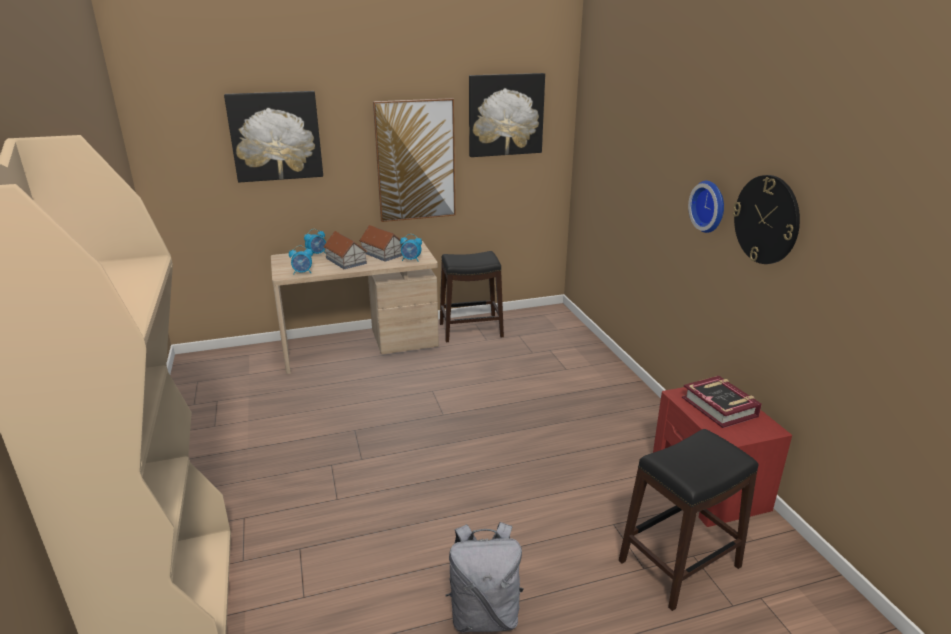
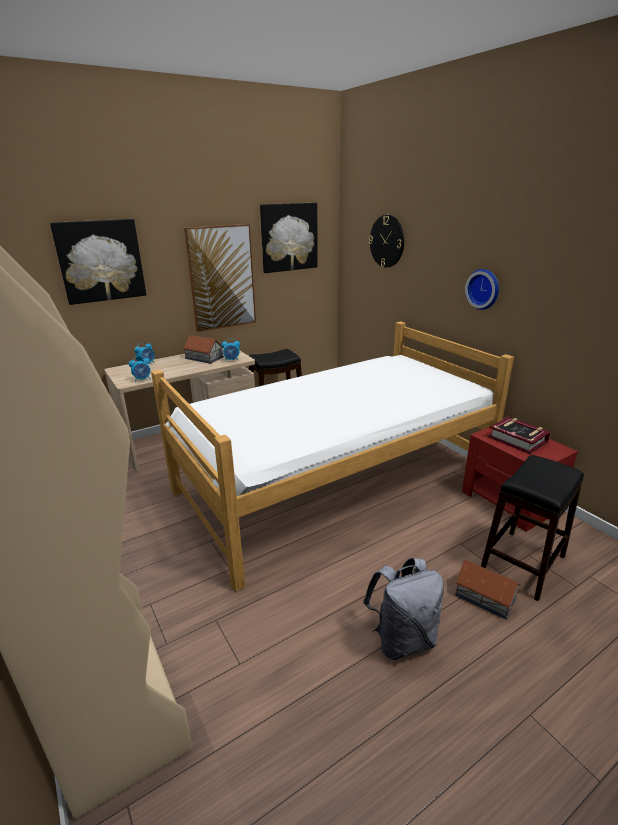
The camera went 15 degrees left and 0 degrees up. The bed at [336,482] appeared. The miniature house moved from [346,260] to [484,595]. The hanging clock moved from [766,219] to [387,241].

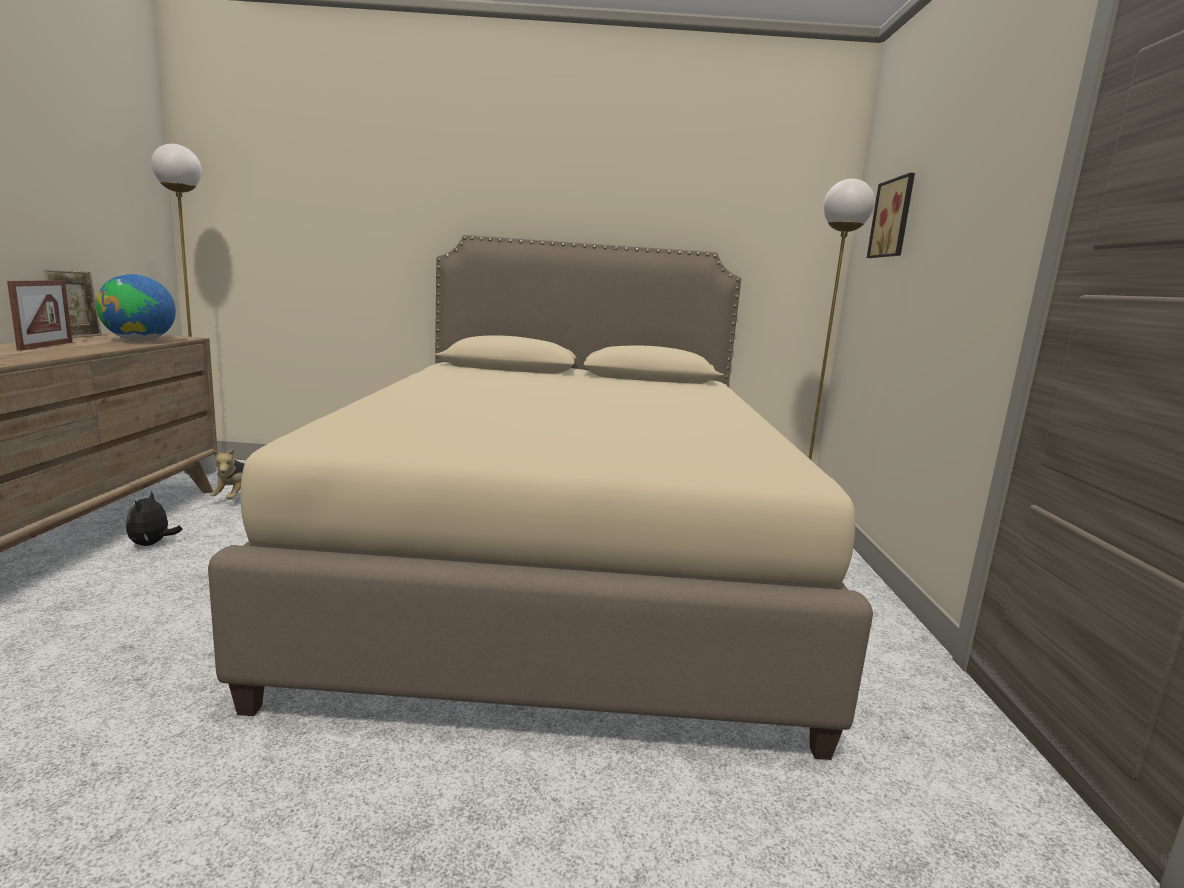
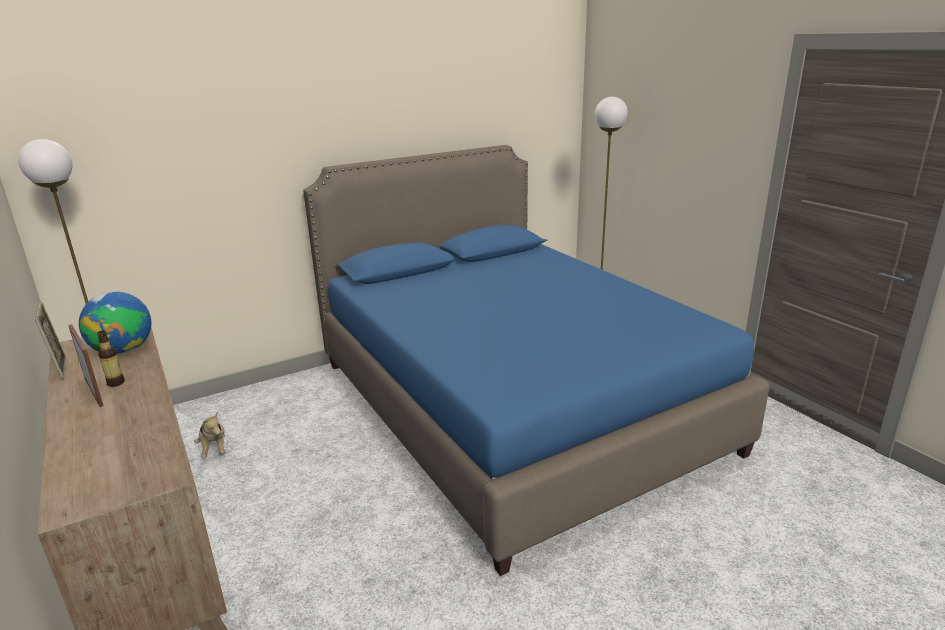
The camera went 30 degrees left and 10 degrees up. The cuddly toy at [152,544] disappeared. The wall picture at [894,218] disappeared. The bottle at [116,383] appeared. The bed/sand-coloured at [561,564] became the bed/blue-coloured at [512,405].

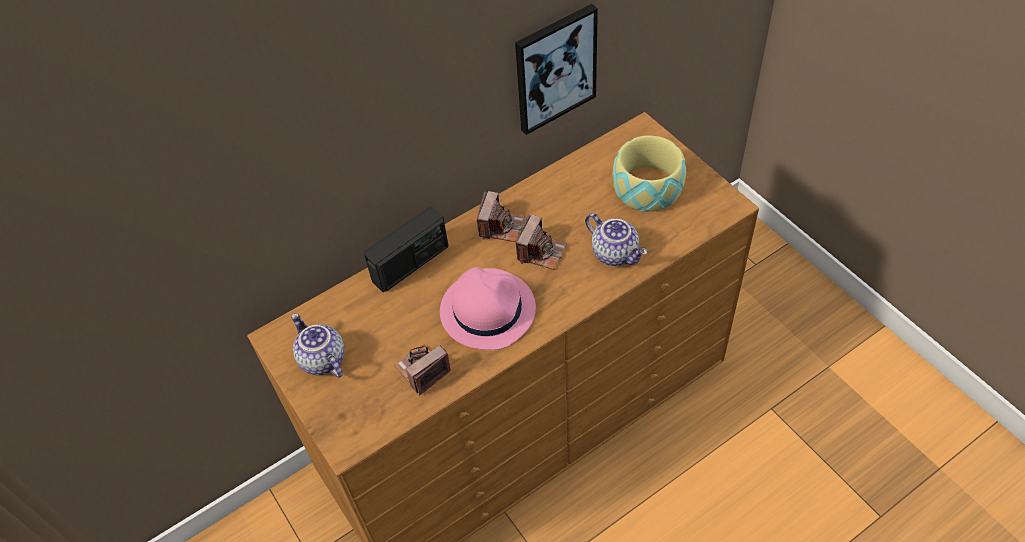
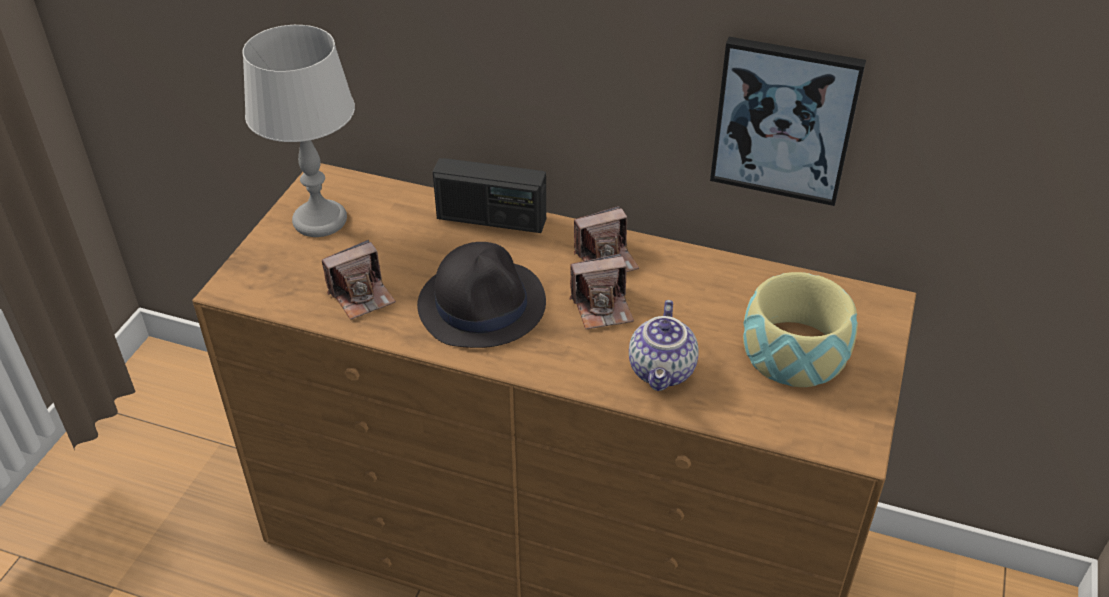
The camera went 50 degrees right and 10 degrees down. The teapot at [321,360] was replaced by the table lamp/gray at [319,220]. The wearable hat/pinkish at [487,309] became the wearable hat/blackish at [482,304]. The photo camera at [422,370] turned 135 degrees clockwise.

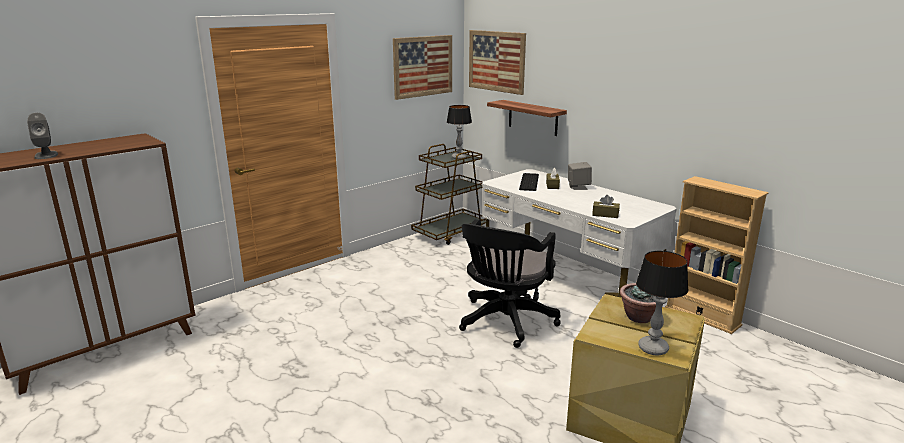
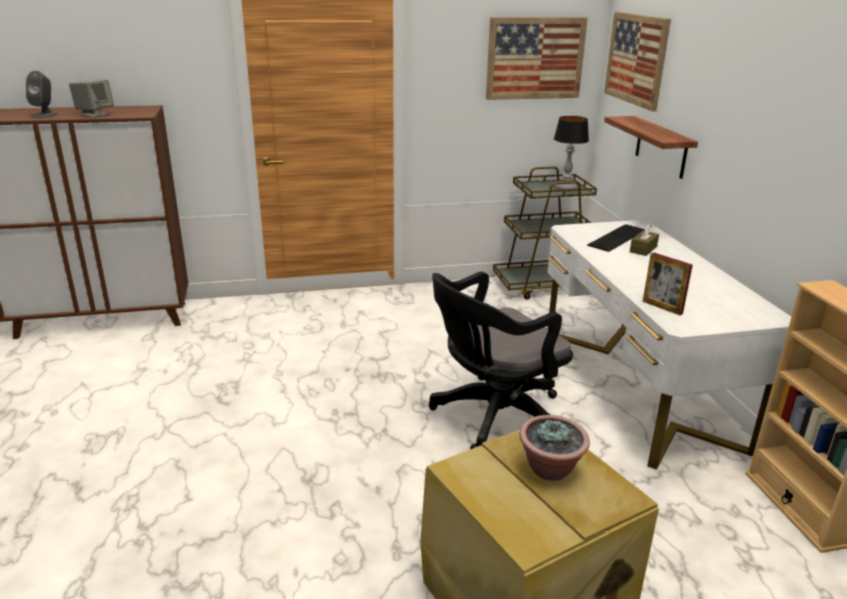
The camera went 30 degrees right and 5 degrees up. The table lamp at [652,348] disappeared. The speaker/gray moved from [578,187] to [95,114]. The box of tissues/brownish at [605,214] was replaced by the picture frame at [662,307].

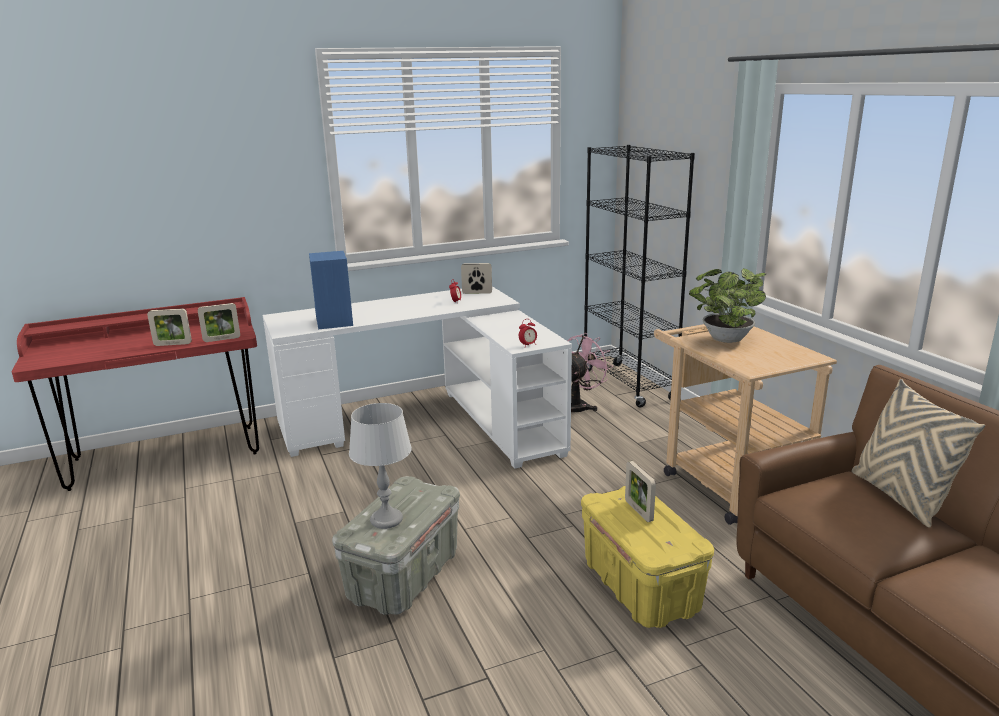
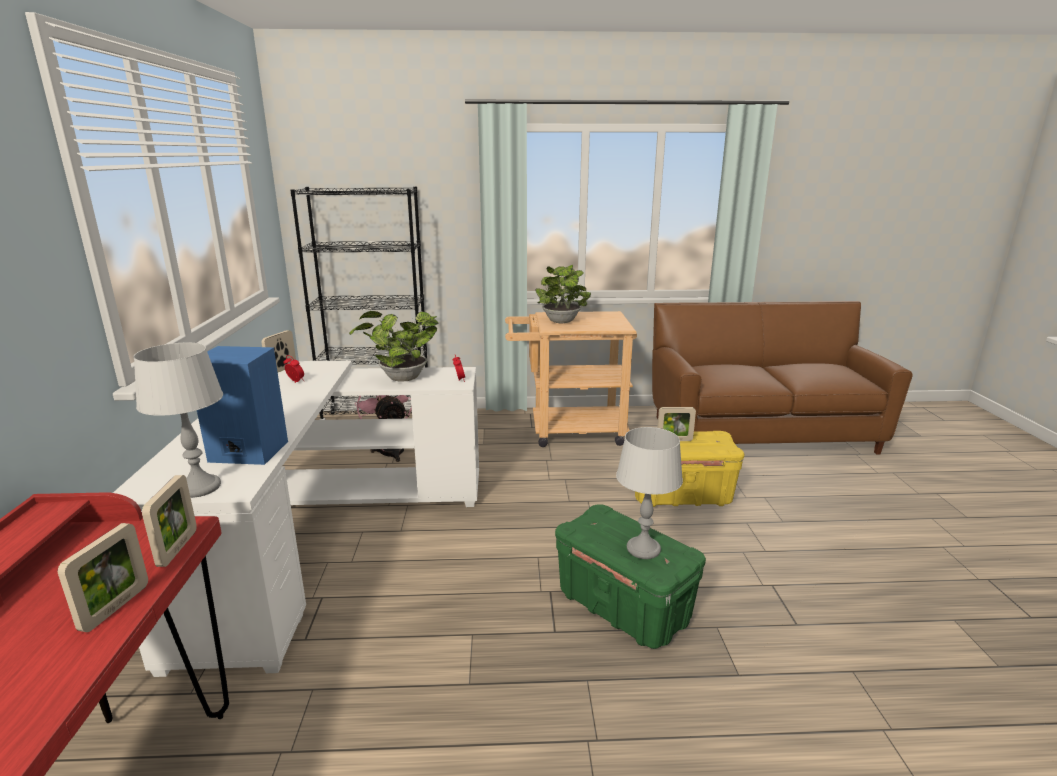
The camera went 70 degrees left and 0 degrees up. The cushion/sand-coloured at [900,497] disappeared. The table lamp/gray at [200,487] appeared. The houseplant at [400,379] appeared. The storage box/gray at [404,575] became the storage box/greenish at [622,607].

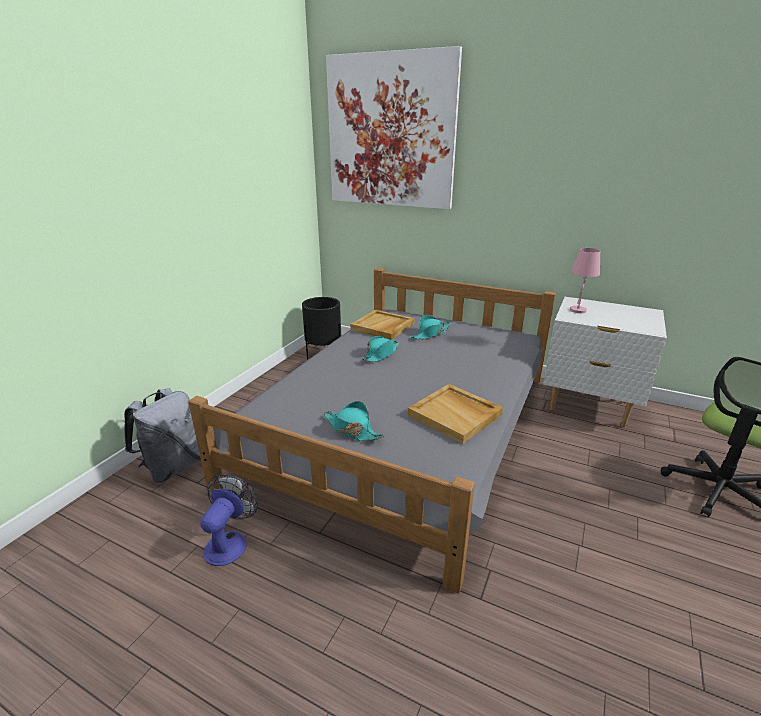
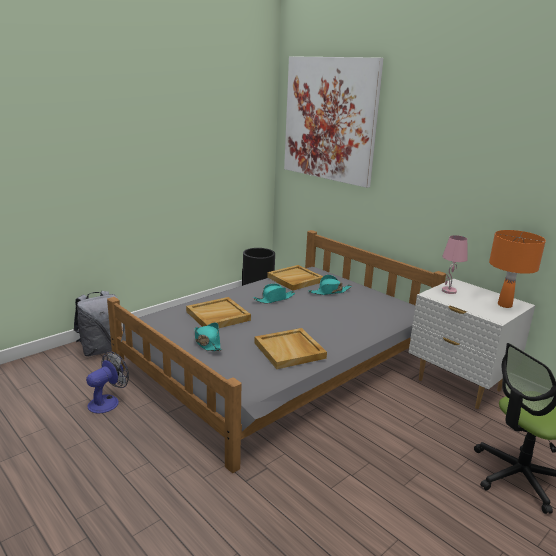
The camera went 20 degrees right and 5 degrees down. The carrying tray/sand-coloured at [218,316] appeared. The table lamp/orangey at [504,305] appeared.

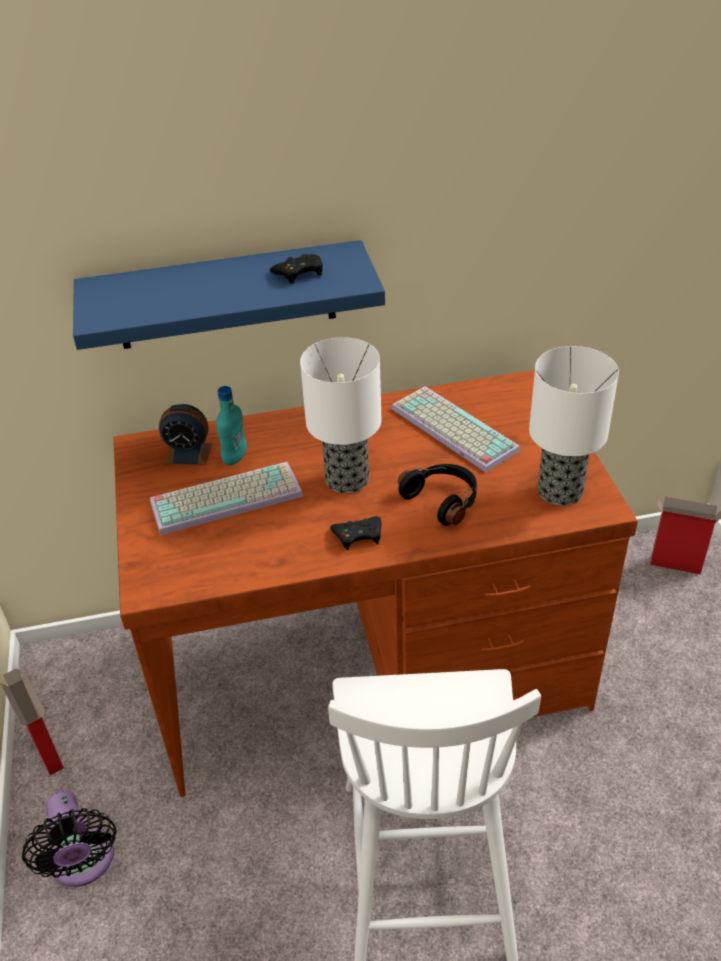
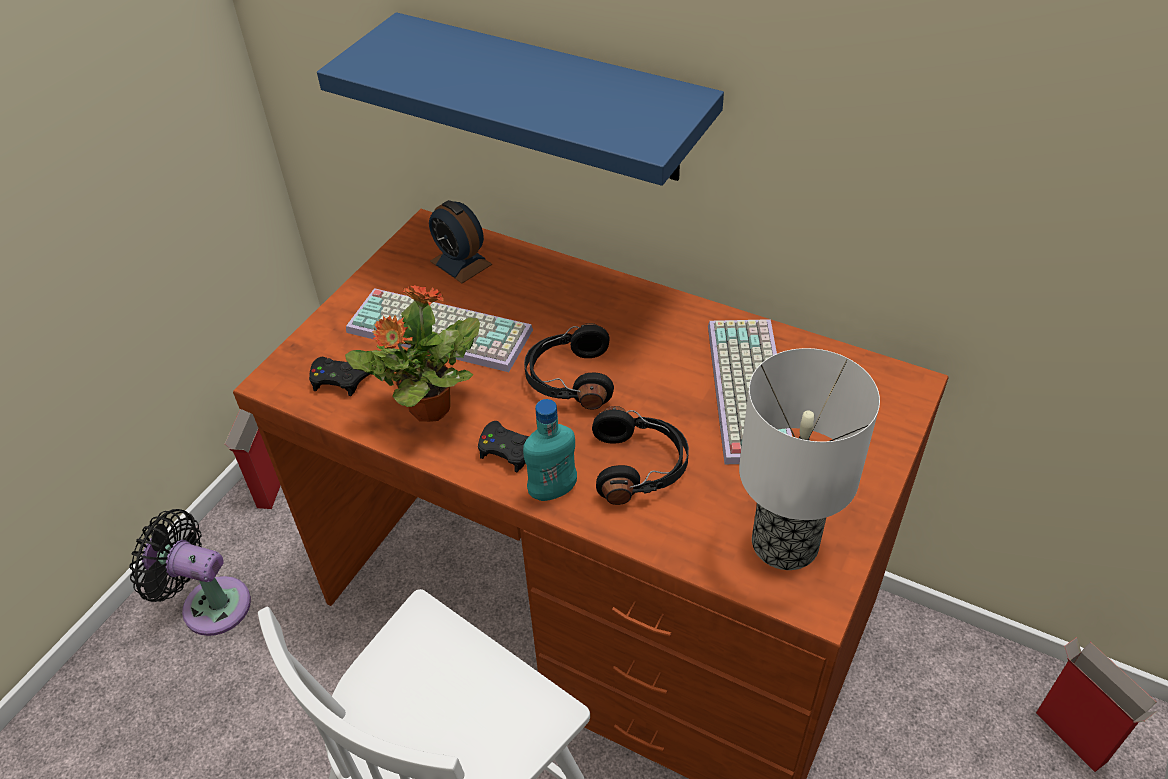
The camera went 40 degrees right and 5 degrees up. The houseplant at [428,409] appeared. The bottle/turquoise moved from [235,458] to [552,490]. The game controller/blackish moved from [299,273] to [341,379]. The table lamp at [345,479] was replaced by the headphones/blackish at [569,379]. The electric fan/blackish at [83,863] turned 90 degrees clockwise.

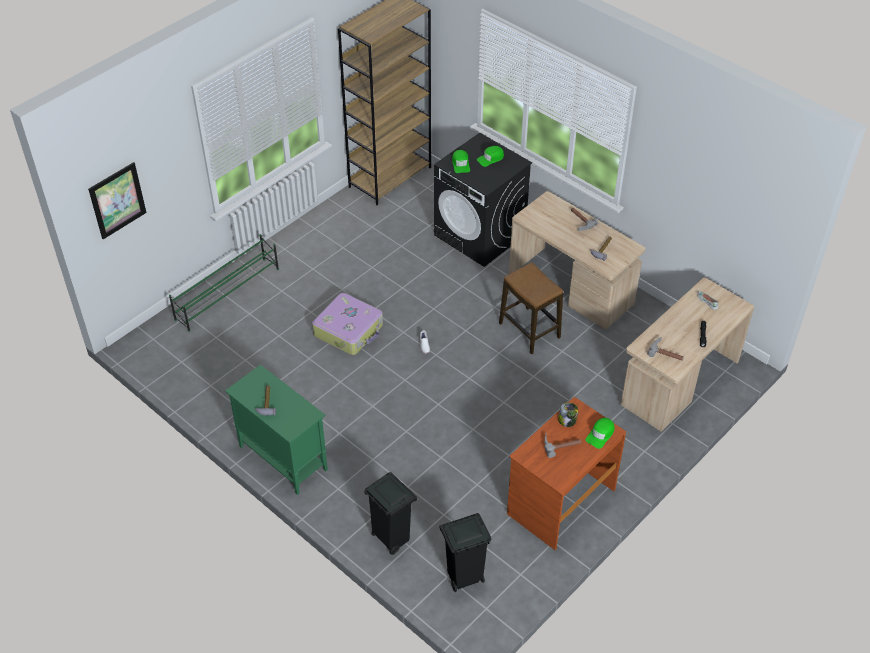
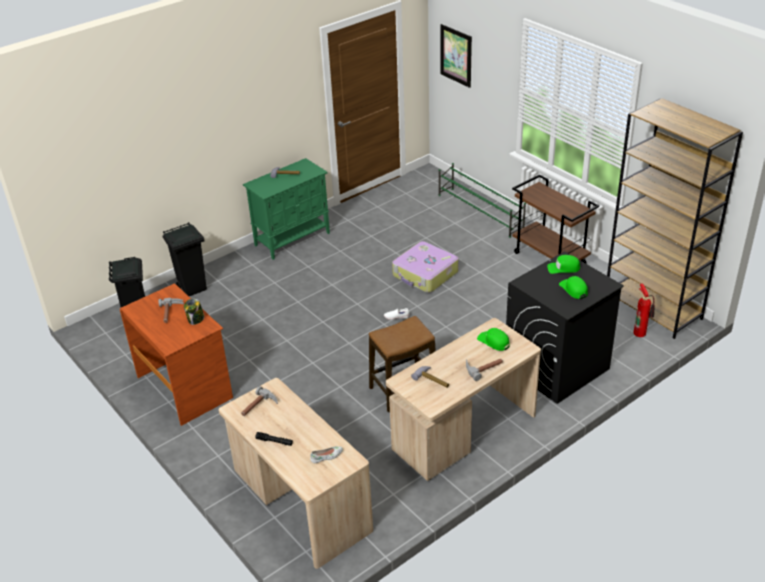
The camera went 100 degrees right and 10 degrees down. The wheeled cart/brownish at [550,258] appeared. The fire extinguisher at [640,332] appeared. The cap/greenish moved from [600,434] to [493,341].

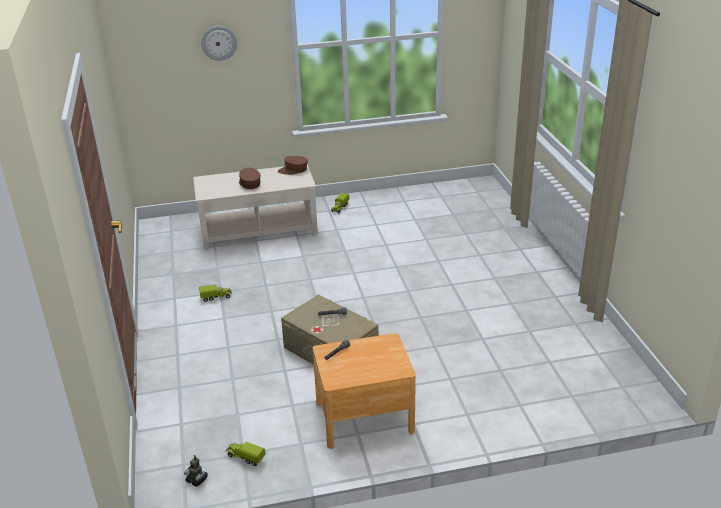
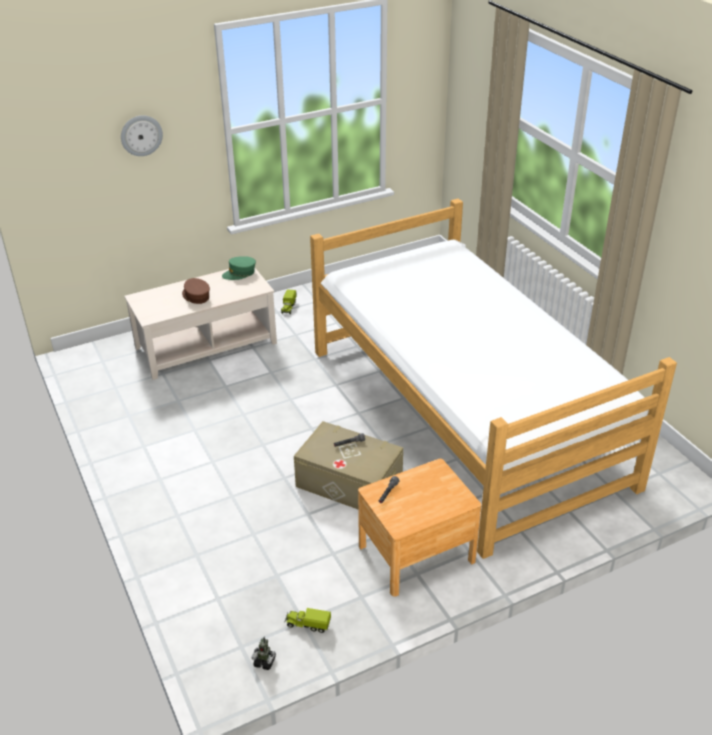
The camera went 15 degrees left and 5 degrees up. The model truck at [216,297] disappeared. The bed at [464,416] appeared. The cap/brownish at [293,170] became the cap/greenish at [239,273].

